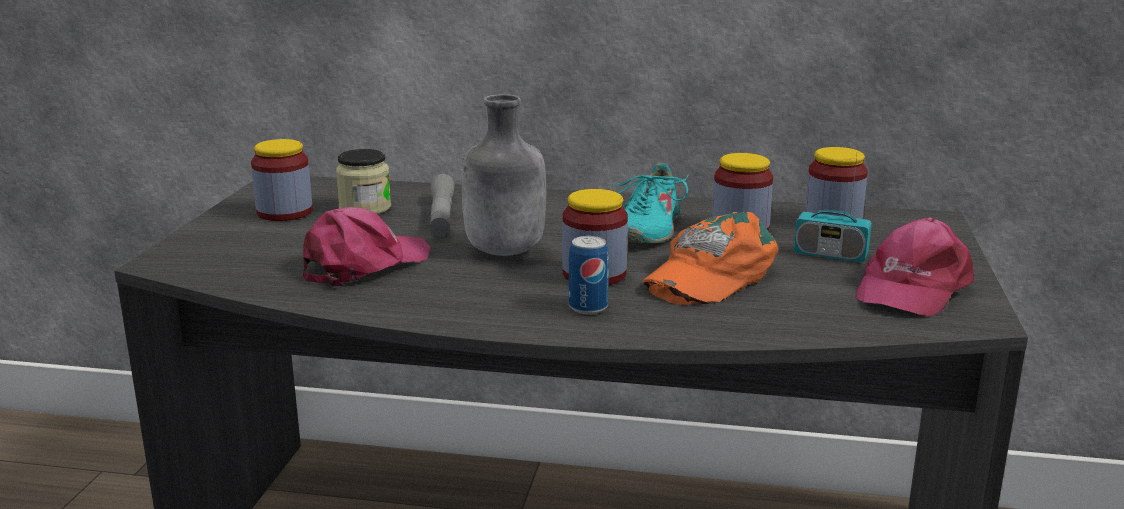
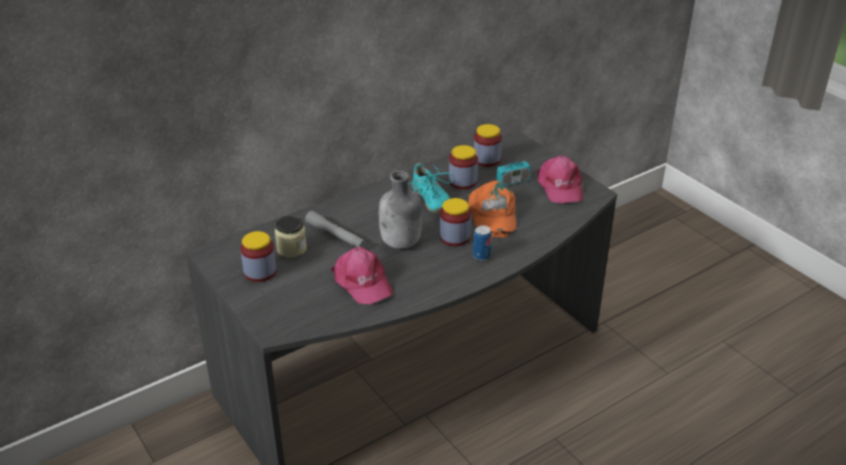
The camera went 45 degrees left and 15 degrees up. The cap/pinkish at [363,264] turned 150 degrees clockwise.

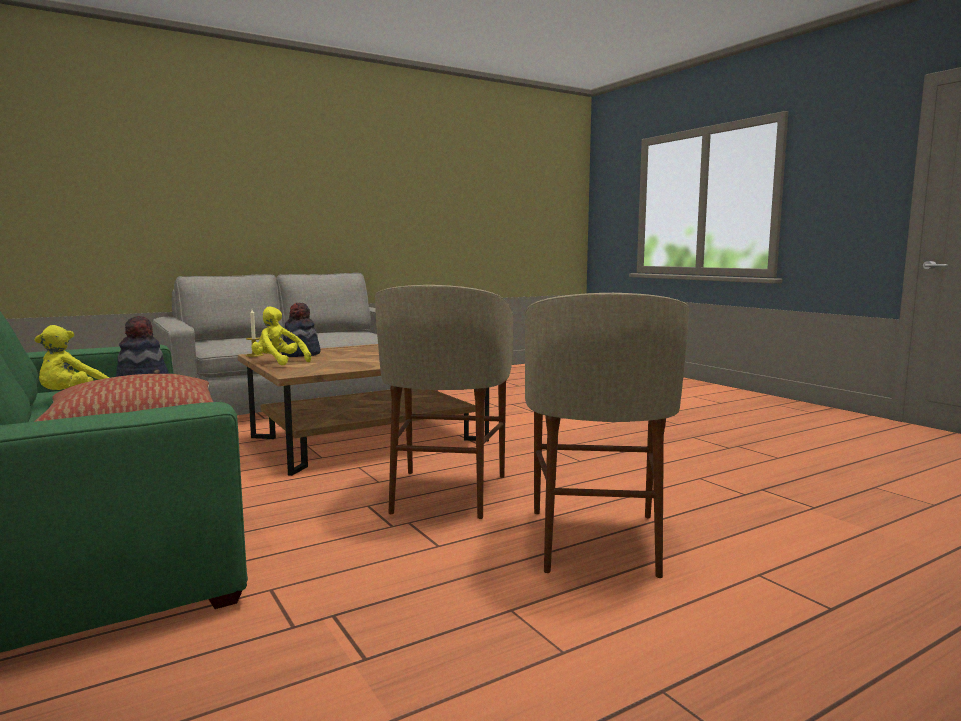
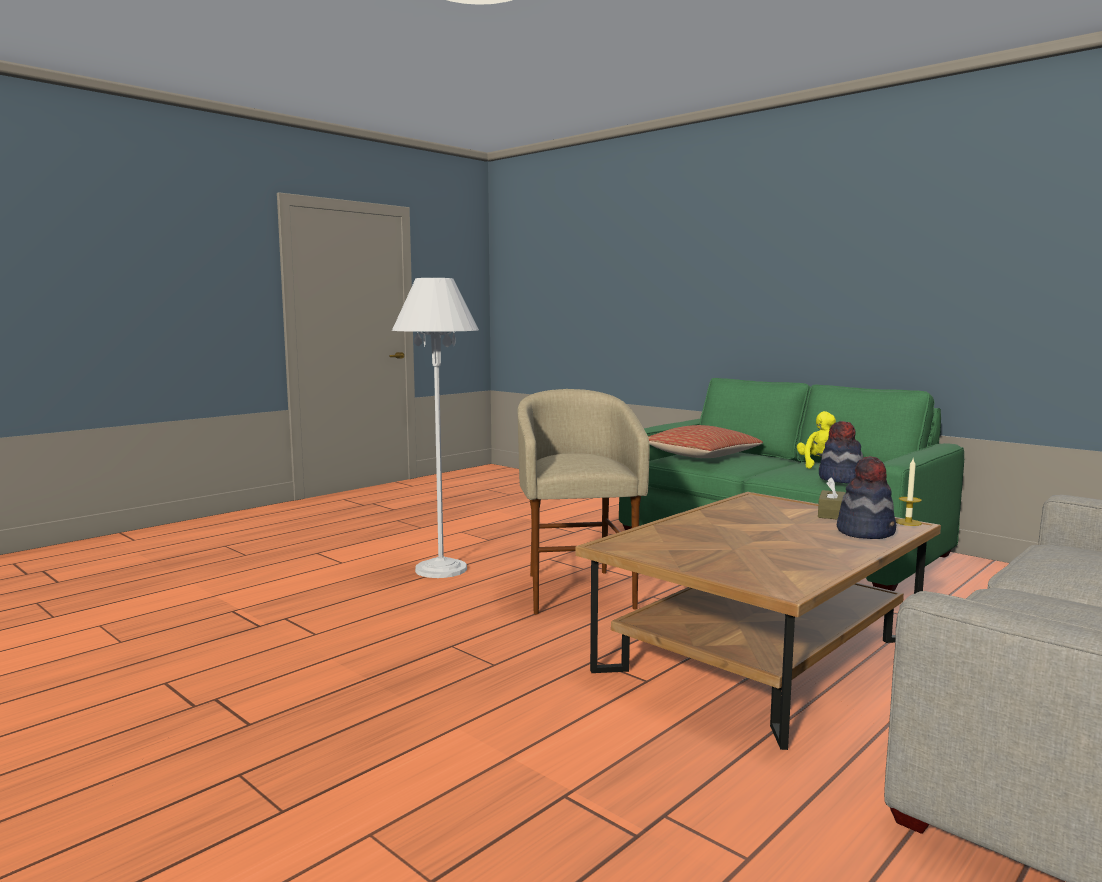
The camera went 165 degrees right and 0 degrees up. The cuddly toy/yellow at [278,362] was replaced by the box of tissues/brownish at [831,513]. The stool/sand-coloured at [596,542] was replaced by the floor lamp/white at [441,569].

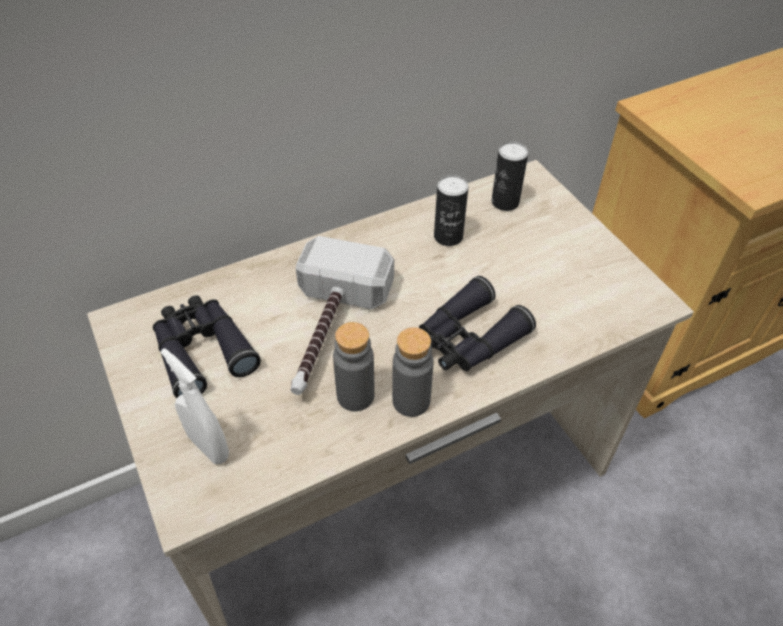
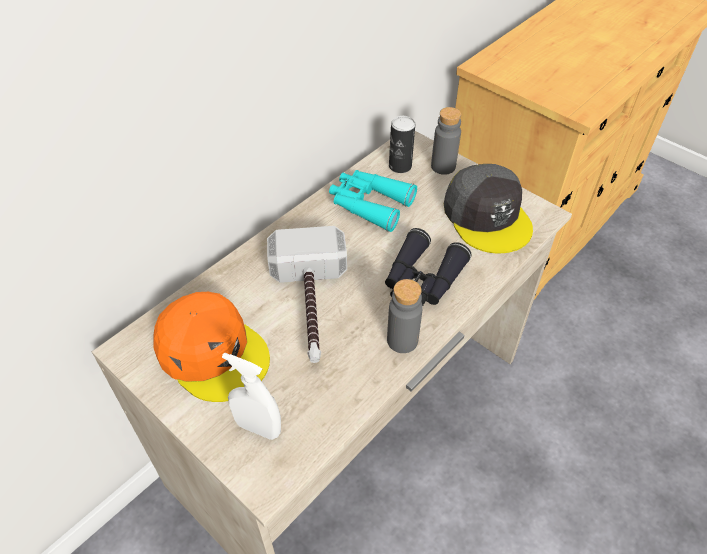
The camera went 20 degrees left and 0 degrees up. The cap/gray at [487,216] appeared. The bottle/gray moved from [355,395] to [443,166]. The field glasses/blackish at [202,350] was replaced by the cap/orangey at [213,352]. The metal can at [448,236] was replaced by the field glasses/turquoise at [369,204].

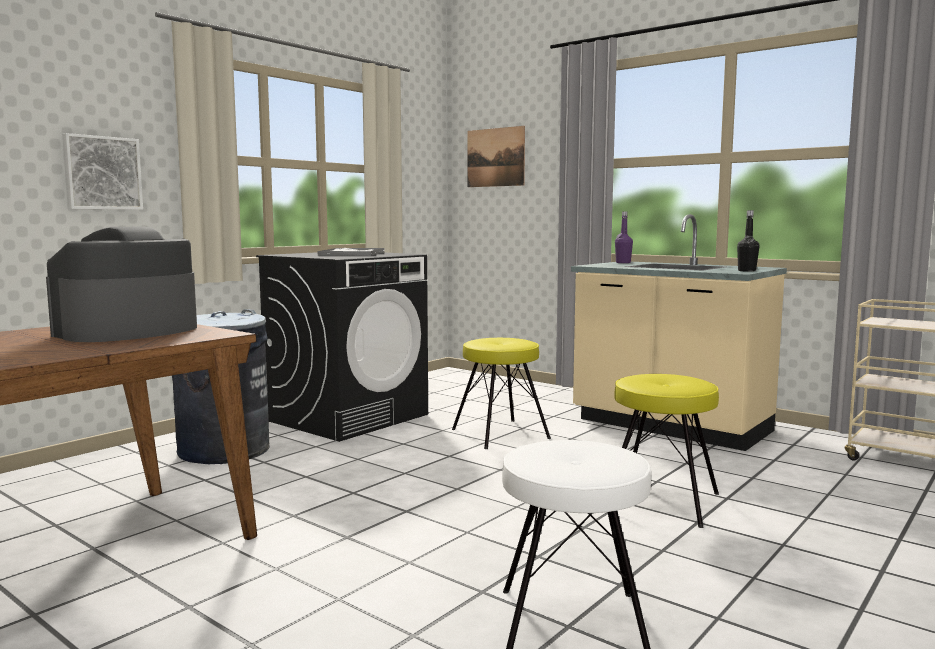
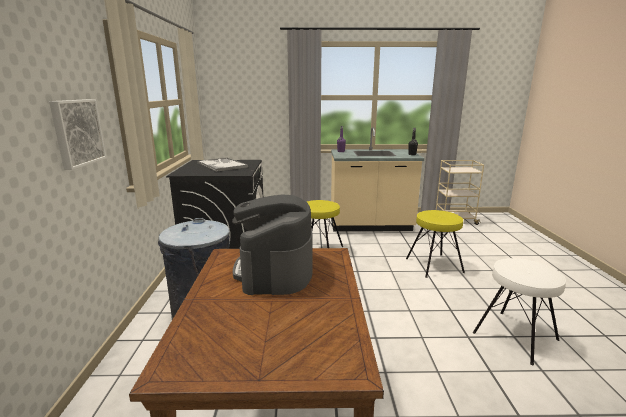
The camera went 40 degrees left and 10 degrees up. The wall picture at [495,157] disappeared.

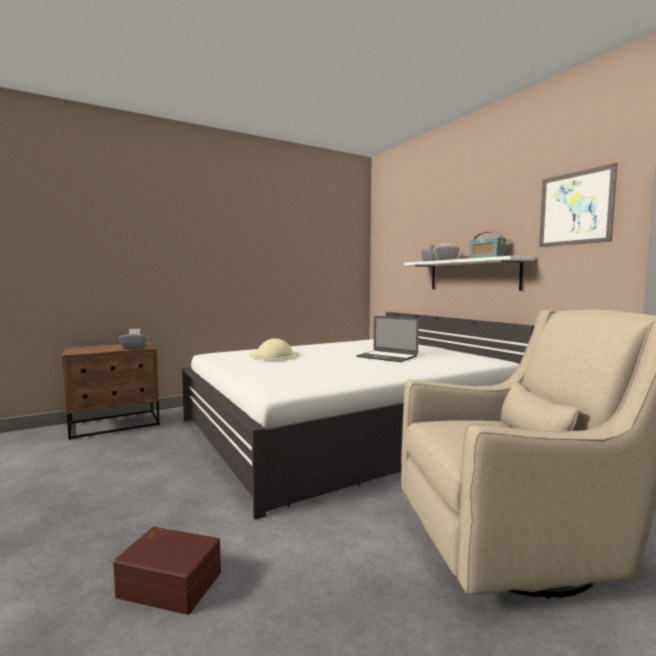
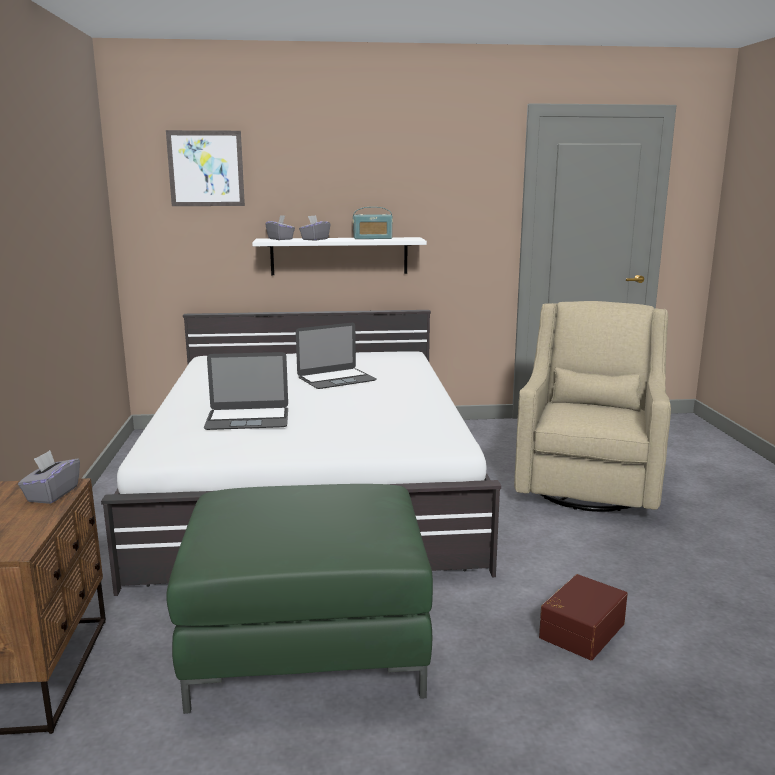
The camera went 65 degrees left and 10 degrees up. The footrest/greenish at [307,645] appeared. The wall picture moved from [575,208] to [206,168]. The wearable hat/sand-coloured at [274,354] was replaced by the notebook computer at [247,419].

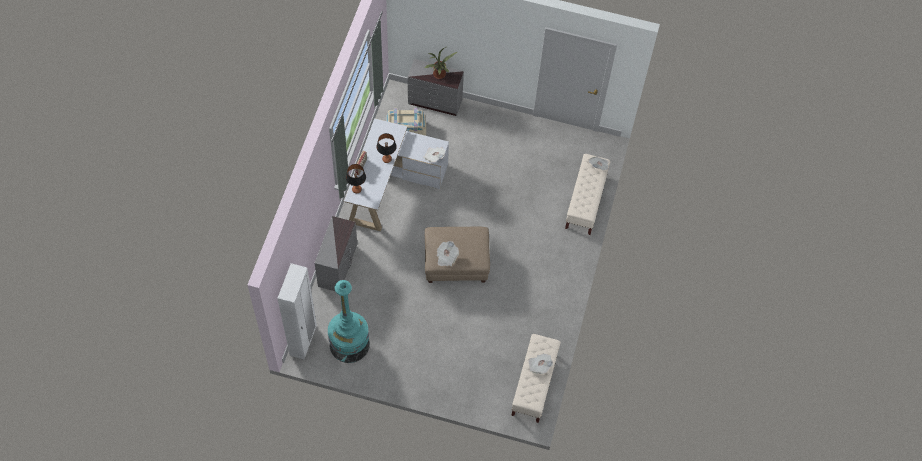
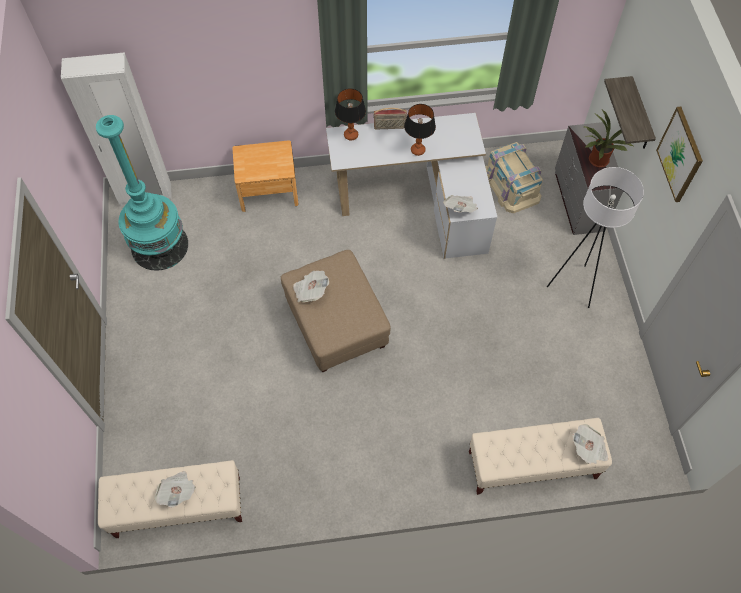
The camera went 70 degrees right and 0 degrees up. The floor lamp/white at [574,286] appeared. The bracket shelf at [640,116] appeared. The wall picture at [680,154] appeared. The dresser/gray at [338,266] was replaced by the bedside table/brownish at [268,190].

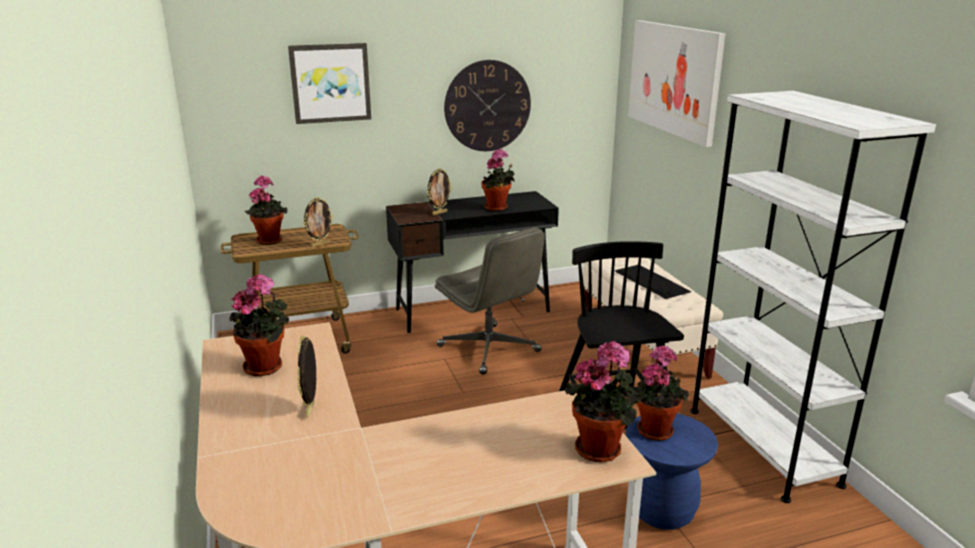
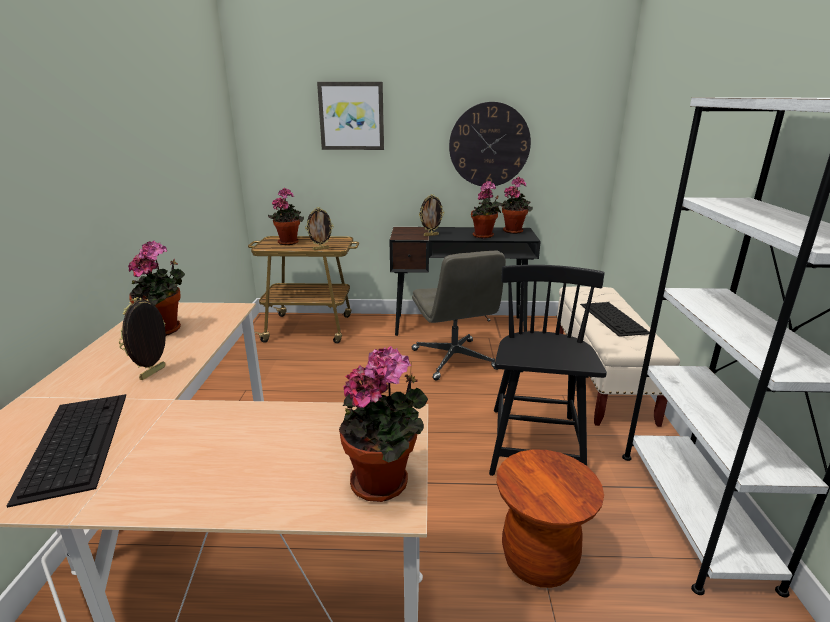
The camera went 20 degrees right and 0 degrees up. The wall picture at [673,79] disappeared. The keyboard at [75,442] appeared. The houseplant moved from [655,429] to [513,231]. The stool/blue-coloured at [662,511] became the stool/brownish at [538,561].

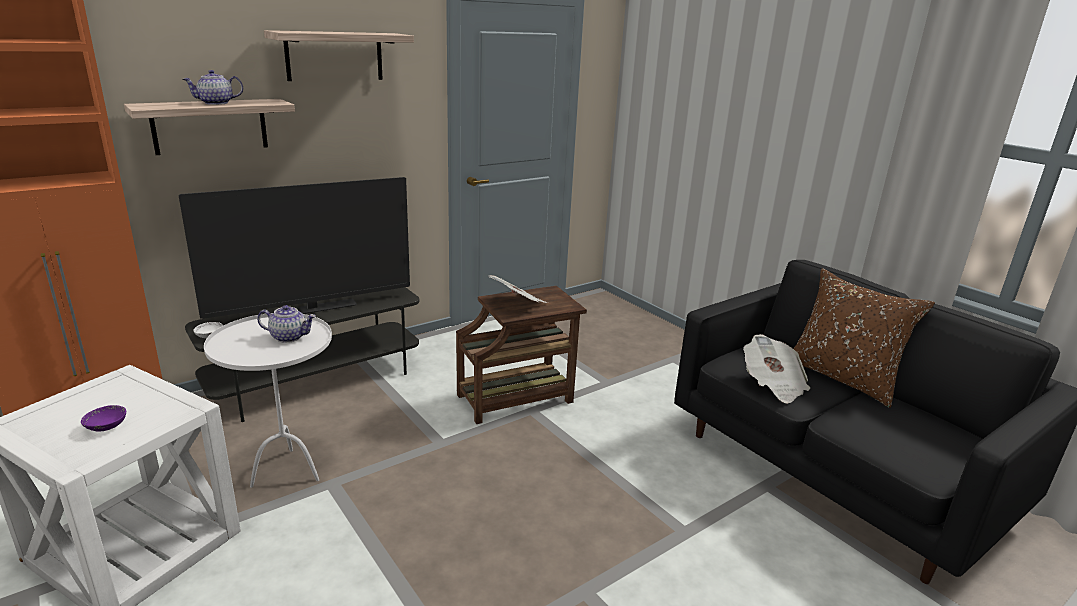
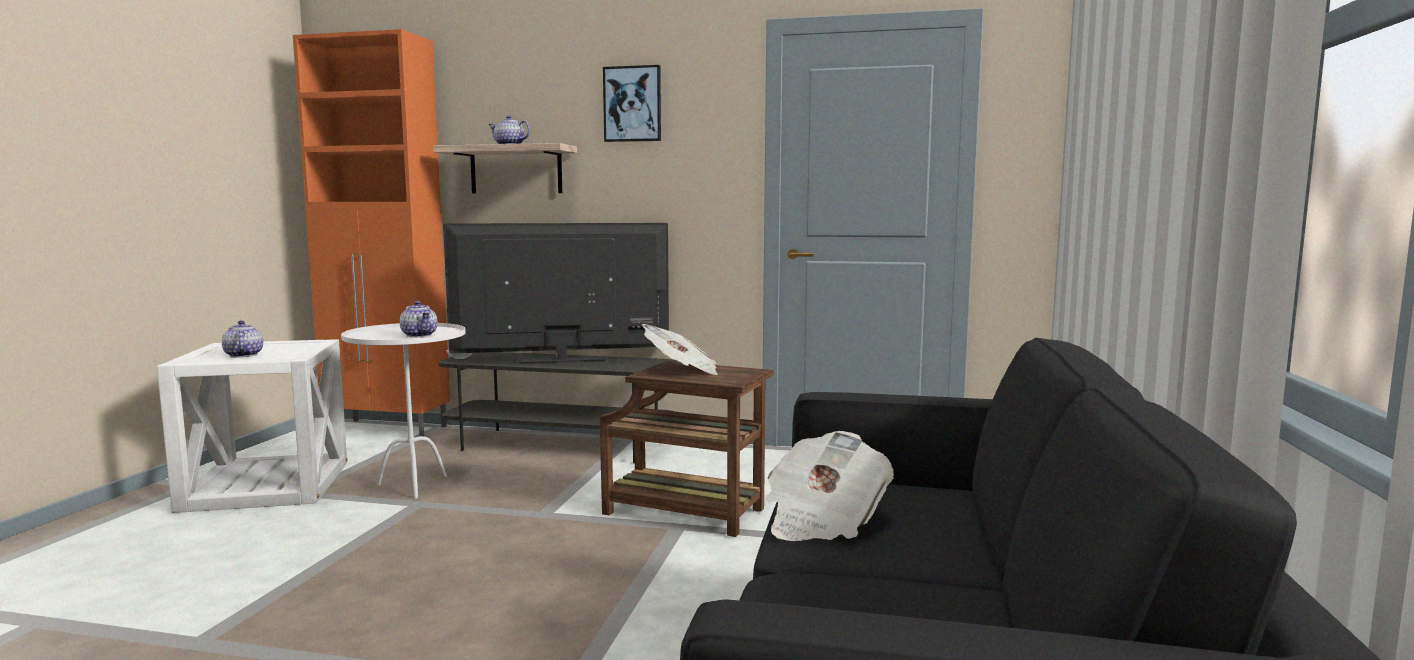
The camera went 50 degrees right and 15 degrees down. The cushion/brownish at [842,378] disappeared. The deep dish/purplish at [106,427] was replaced by the teapot at [243,355]. The bracket shelf at [334,56] was replaced by the wall picture at [632,104]. The TV at [312,309] turned 150 degrees clockwise.

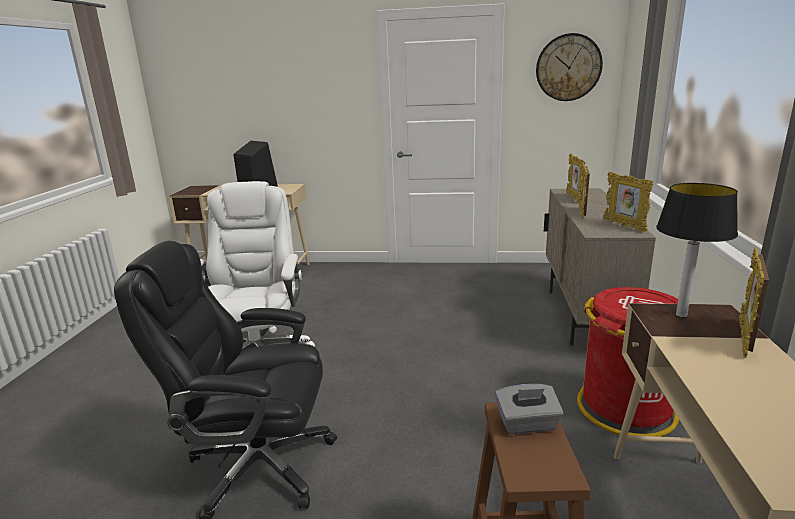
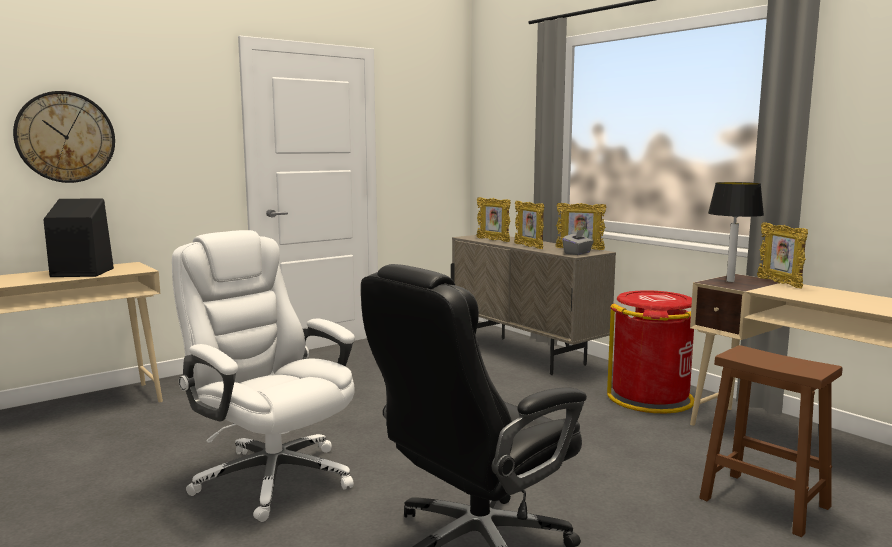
The camera went 45 degrees left and 10 degrees down. The box of tissues/gray moved from [527,424] to [577,253]. The hanging clock moved from [568,67] to [65,137].

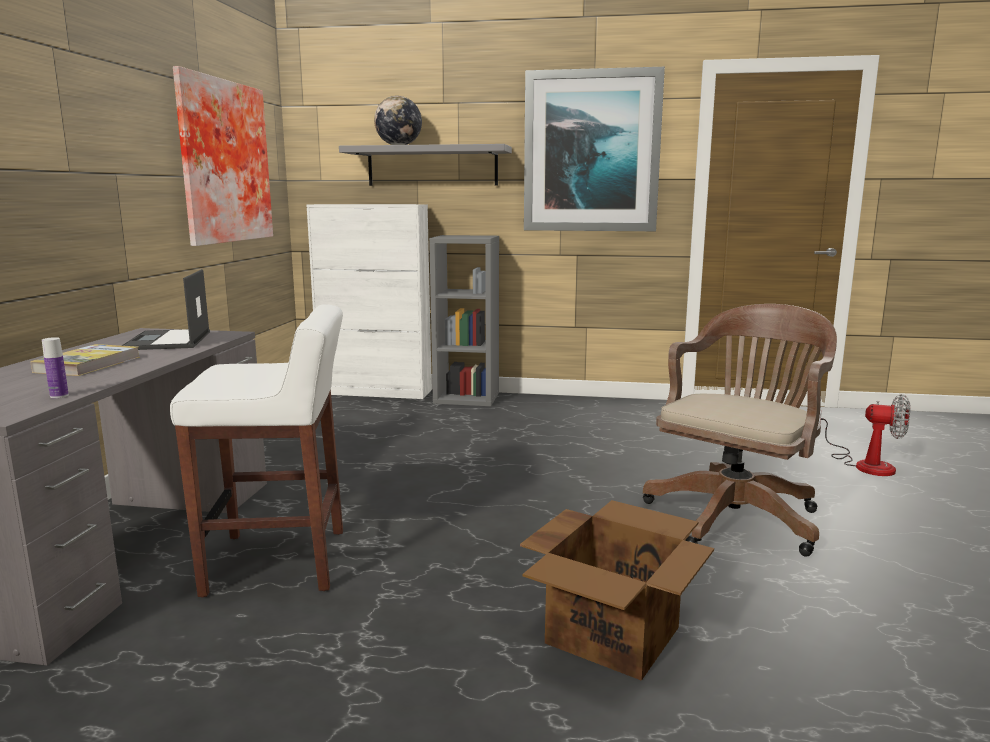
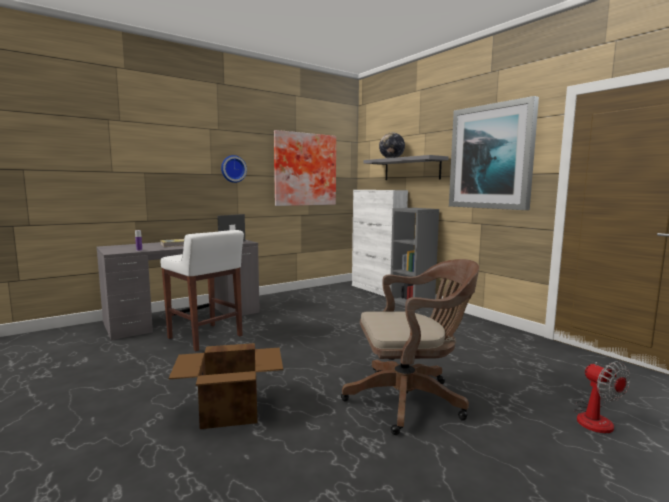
The camera went 45 degrees right and 5 degrees down. The hanging clock at [233,169] appeared.

